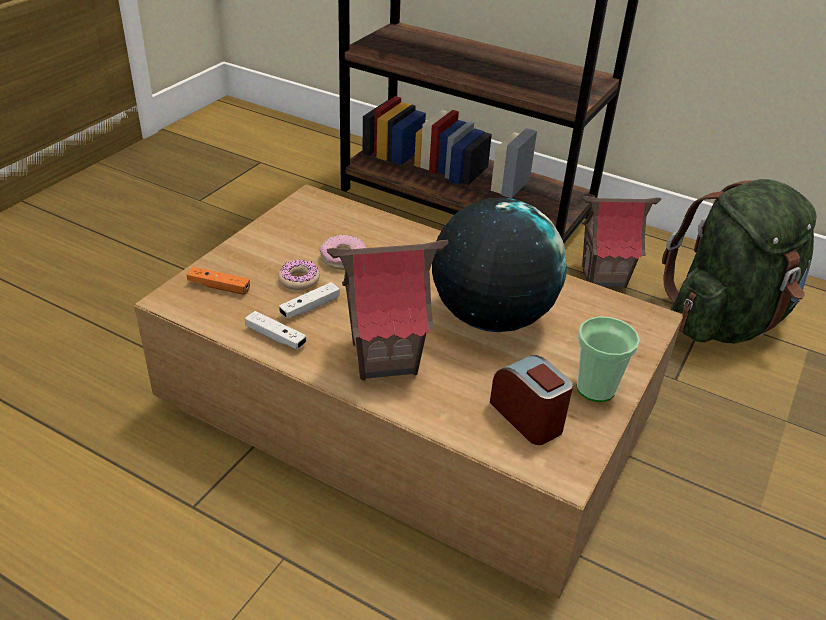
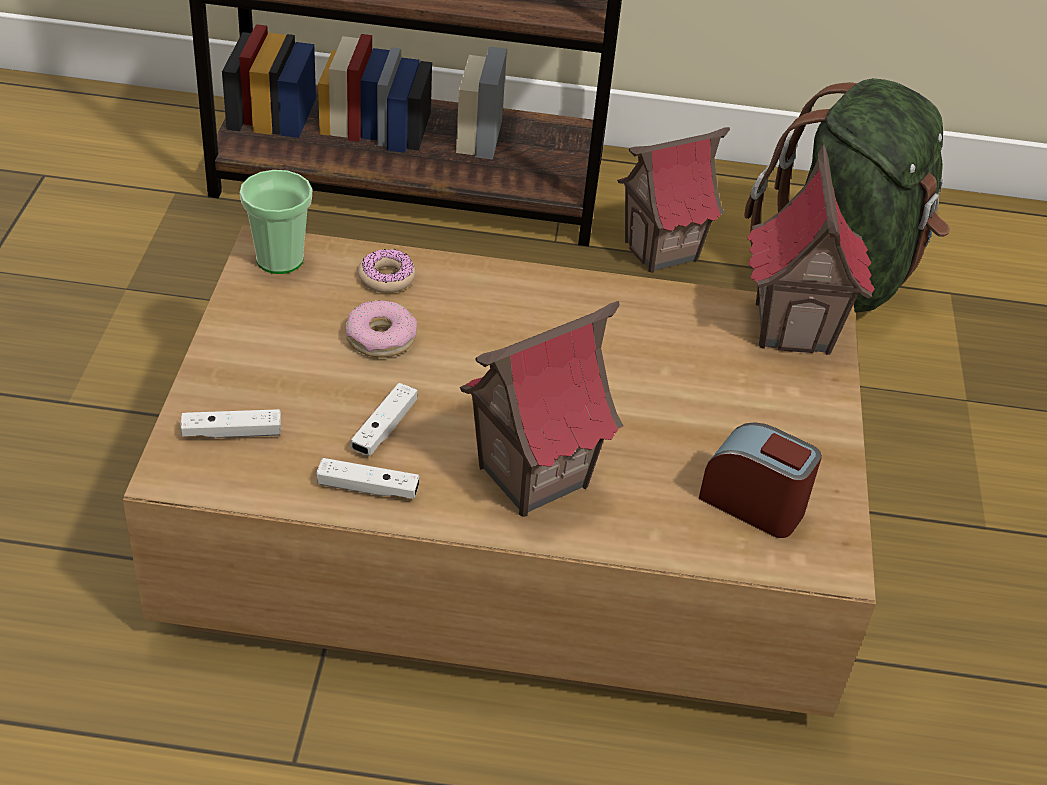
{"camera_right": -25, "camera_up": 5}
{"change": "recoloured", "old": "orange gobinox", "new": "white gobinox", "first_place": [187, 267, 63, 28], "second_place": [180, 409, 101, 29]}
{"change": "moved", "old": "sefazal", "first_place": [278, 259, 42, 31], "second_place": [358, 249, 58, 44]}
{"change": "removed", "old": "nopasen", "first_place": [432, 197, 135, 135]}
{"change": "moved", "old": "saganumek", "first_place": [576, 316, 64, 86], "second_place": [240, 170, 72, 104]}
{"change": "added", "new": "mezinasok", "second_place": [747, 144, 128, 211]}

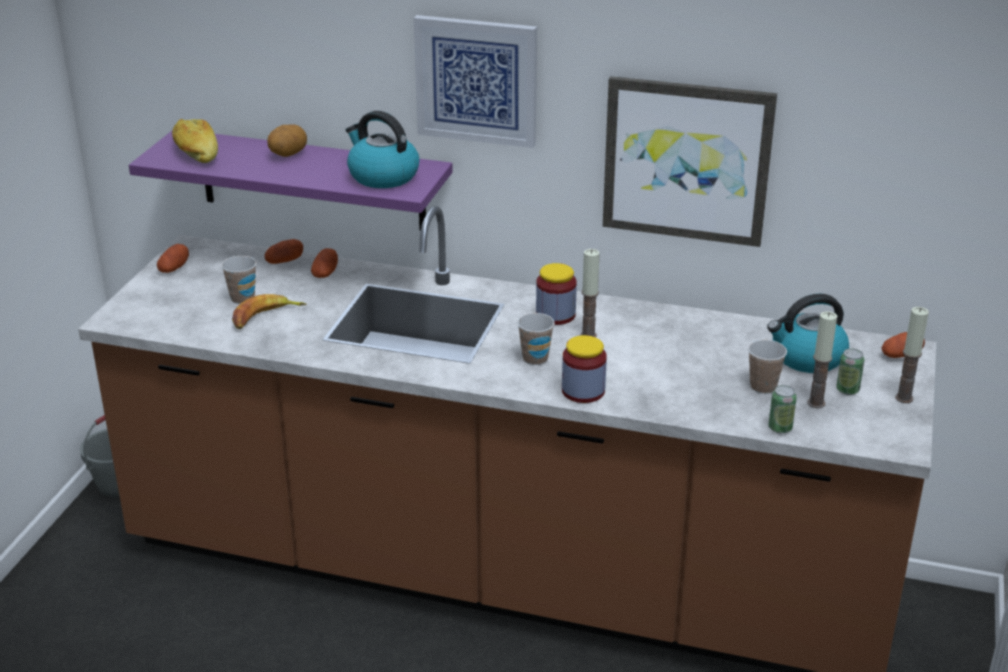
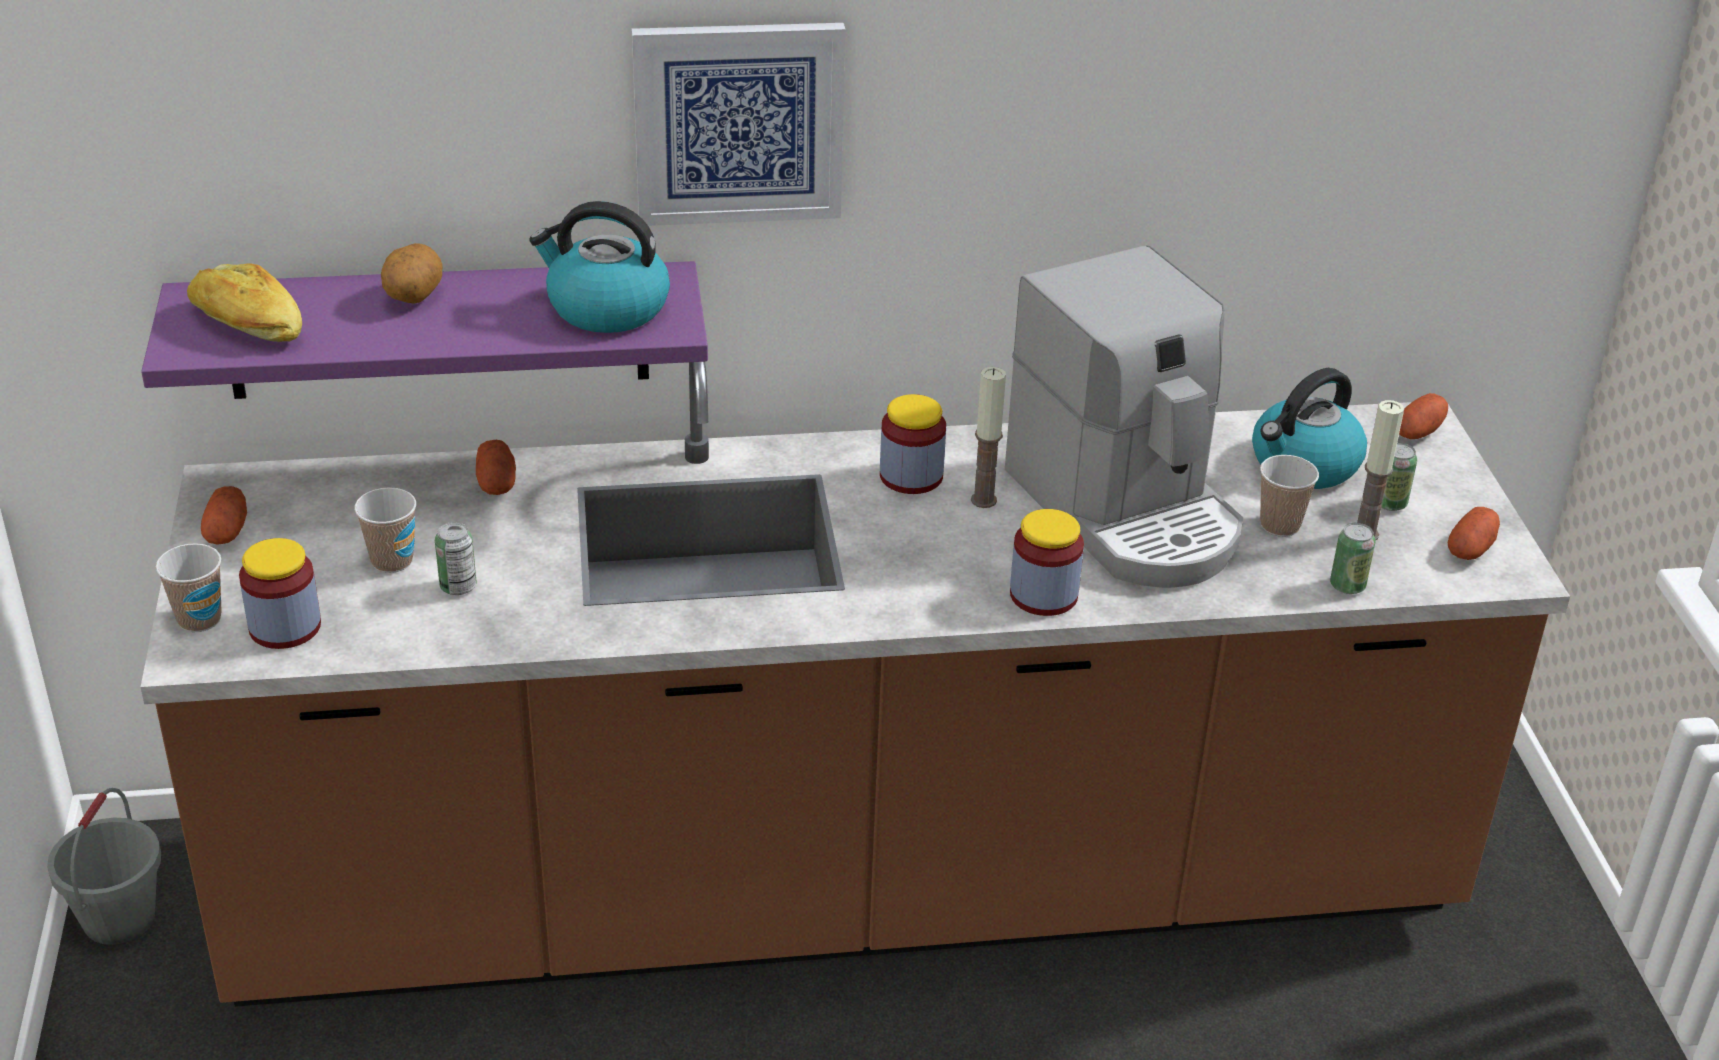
{"camera_right": -25, "camera_up": 5}
{"change": "replaced", "old": "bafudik", "new": "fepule", "first_place": [232, 294, 74, 35], "second_place": [435, 522, 42, 73]}
{"change": "moved", "old": "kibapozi", "first_place": [265, 239, 38, 25], "second_place": [1448, 507, 52, 53]}
{"change": "moved", "old": "saganumek", "first_place": [517, 313, 38, 52], "second_place": [156, 543, 65, 89]}
{"change": "removed", "old": "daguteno", "first_place": [603, 76, 174, 171]}
{"change": "removed", "old": "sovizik", "first_place": [895, 307, 34, 96]}
{"change": "added", "new": "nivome", "second_place": [239, 538, 82, 111]}
{"change": "added", "new": "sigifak", "second_place": [1005, 245, 238, 343]}

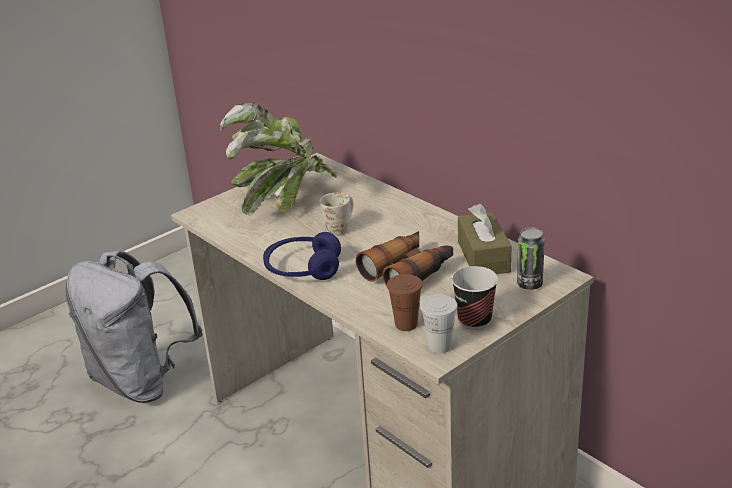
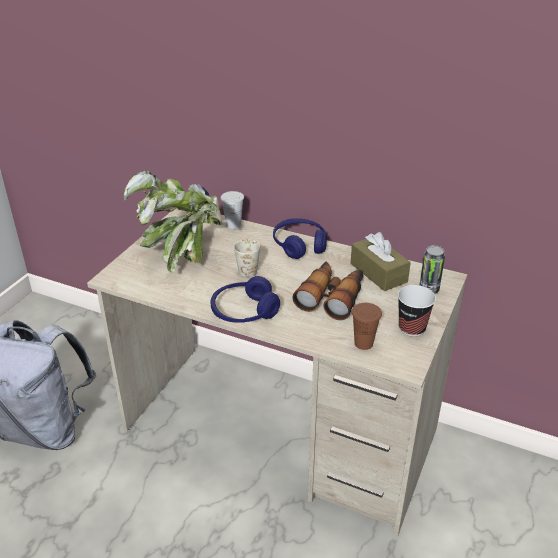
{"camera_right": -25, "camera_up": 5}
{"change": "moved", "old": "white saganumek", "first_place": [420, 294, 38, 60], "second_place": [221, 191, 23, 38]}
{"change": "added", "new": "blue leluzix", "second_place": [273, 218, 54, 41]}

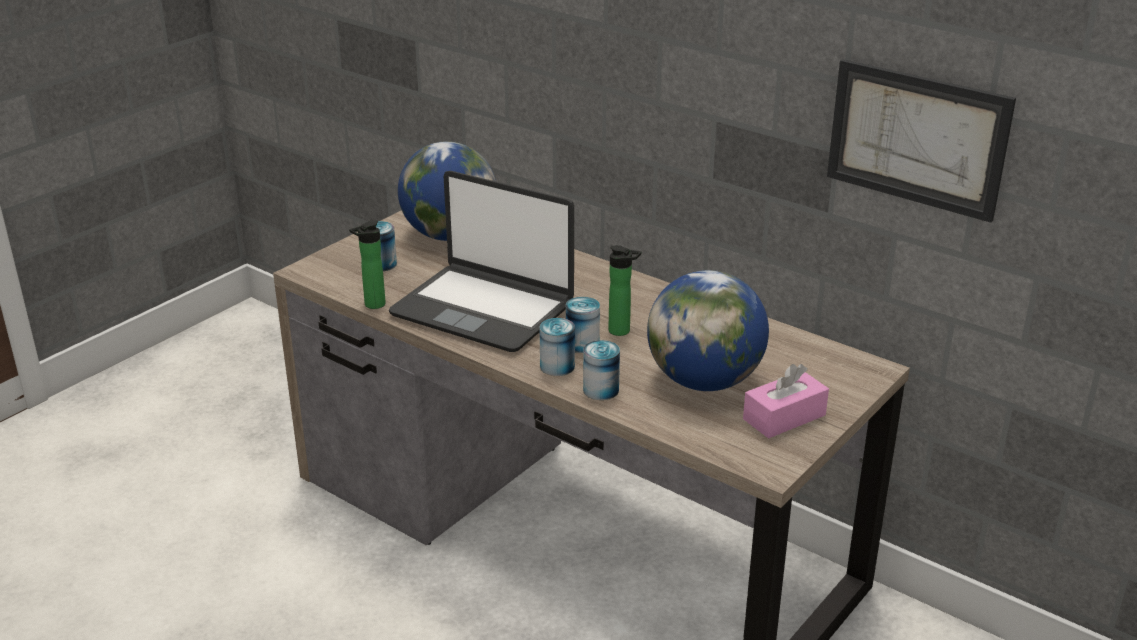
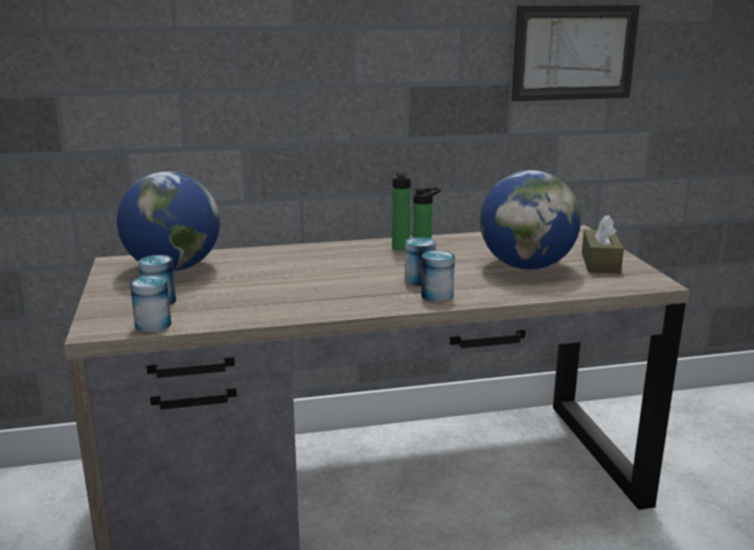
{"camera_right": -50, "camera_up": -10}
{"change": "moved", "old": "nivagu", "first_place": [349, 220, 37, 89], "second_place": [392, 172, 19, 78]}
{"change": "removed", "old": "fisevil", "first_place": [389, 171, 185, 181]}
{"change": "moved", "old": "fepule", "first_place": [583, 340, 37, 60], "second_place": [130, 275, 41, 58]}
{"change": "recoloured", "old": "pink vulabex", "new": "brown vulabex", "first_place": [743, 364, 86, 75], "second_place": [582, 215, 42, 58]}

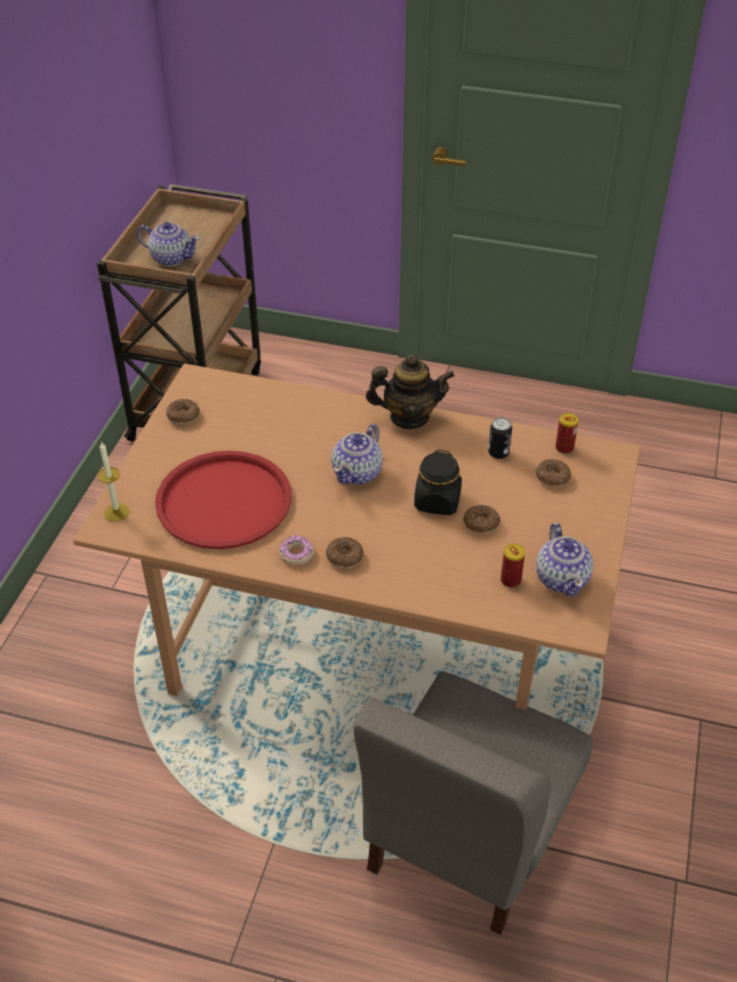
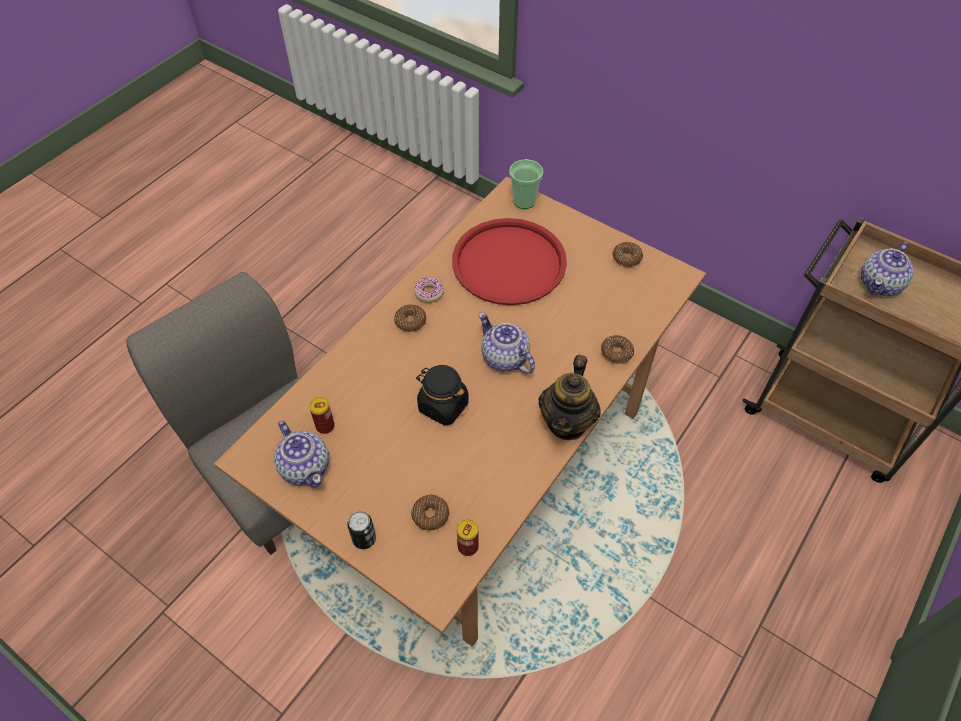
{"camera_right": 110, "camera_up": 10}
{"change": "replaced", "old": "sovizik", "new": "saganumek", "first_place": [97, 441, 33, 81], "second_place": [509, 159, 34, 50]}
{"change": "moved", "old": "sefazal", "first_place": [463, 505, 37, 29], "second_place": [601, 335, 33, 29]}
{"change": "moved", "old": "fepule", "first_place": [488, 417, 24, 42], "second_place": [347, 511, 29, 38]}
{"change": "turned", "old": "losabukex", "first_place": [536, 523, 57, 74], "second_place": [274, 421, 55, 67], "degrees": -135}

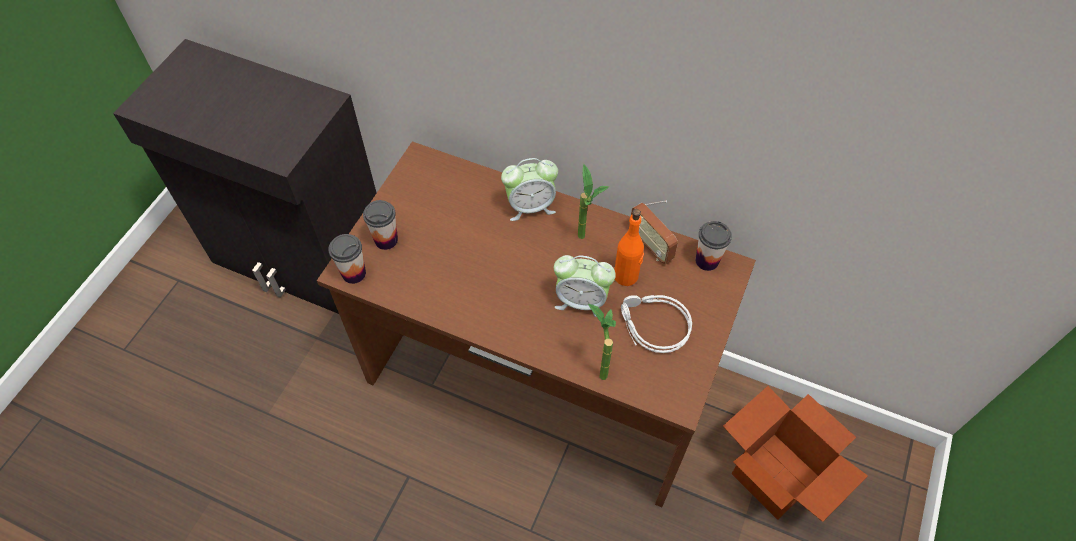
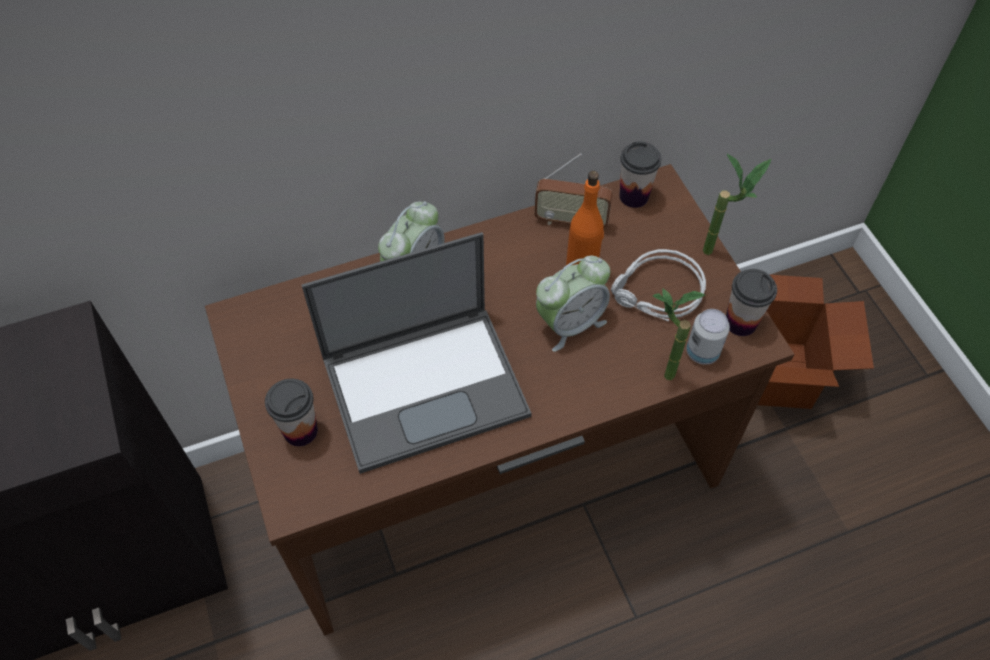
{"camera_right": -45, "camera_up": 0}
{"change": "moved", "old": "saganumek", "first_place": [328, 234, 38, 50], "second_place": [726, 269, 51, 67]}
{"change": "moved", "old": "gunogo", "first_place": [578, 164, 31, 75], "second_place": [703, 154, 68, 101]}
{"change": "added", "new": "fisevil", "second_place": [302, 232, 229, 242]}
{"change": "added", "new": "fepule", "second_place": [686, 309, 44, 56]}

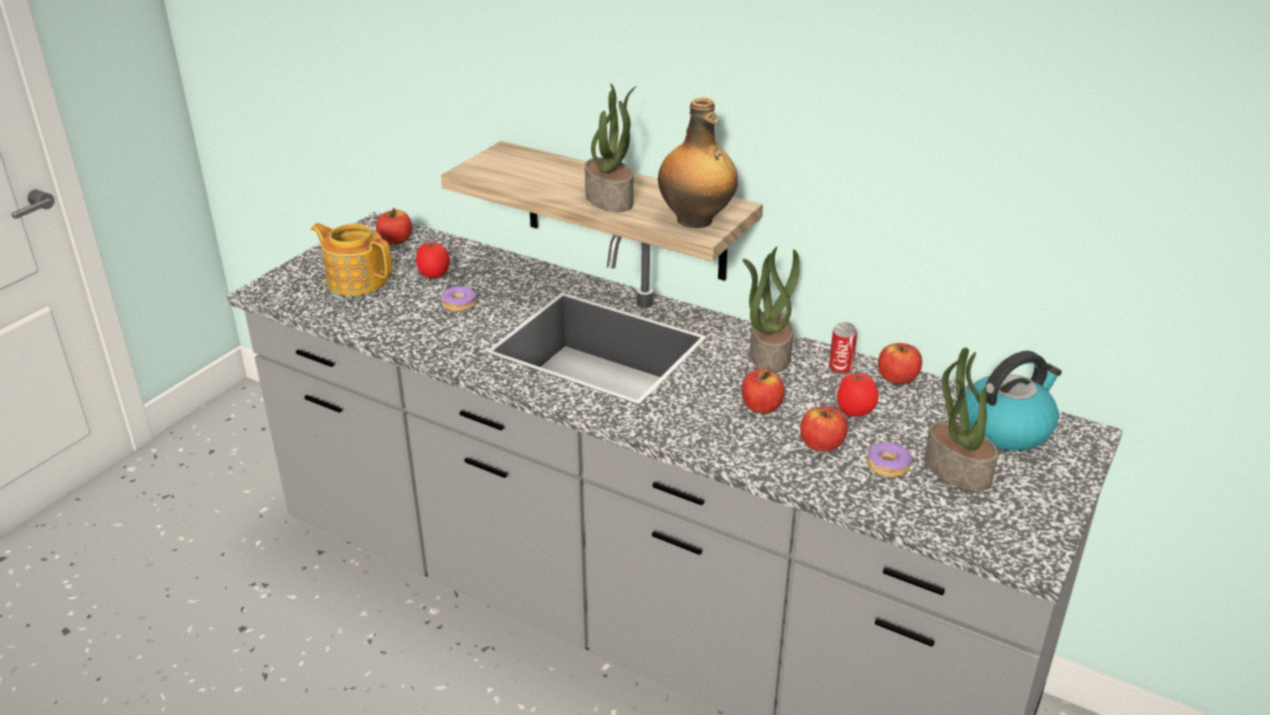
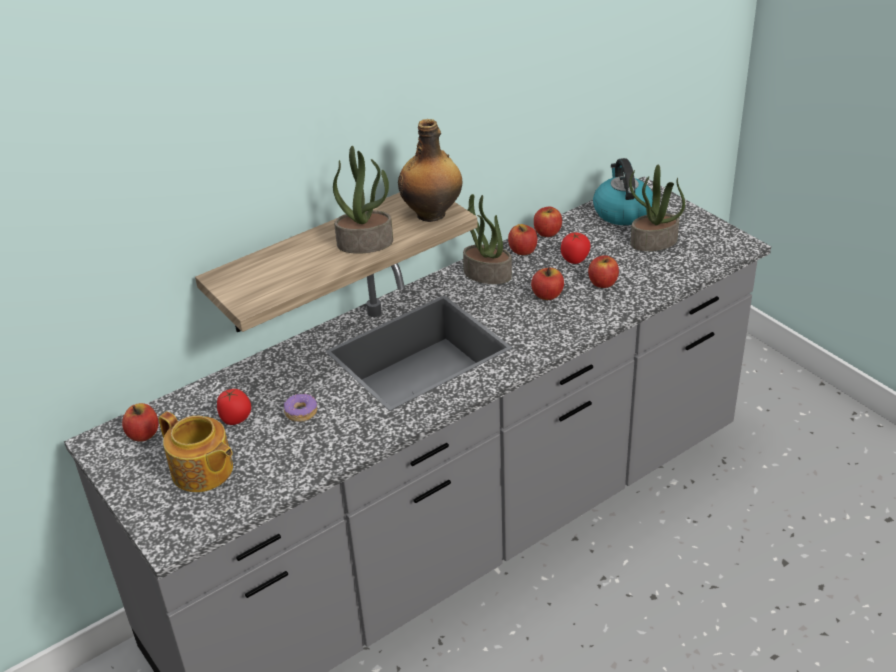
{"camera_right": -65, "camera_up": 5}
{"change": "turned", "old": "losabukex", "first_place": [311, 223, 81, 73], "second_place": [159, 411, 74, 81], "degrees": -105}
{"change": "replaced", "old": "fepule", "new": "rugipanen", "first_place": [829, 322, 28, 53], "second_place": [508, 224, 29, 31]}
{"change": "removed", "old": "sefazal", "first_place": [867, 442, 45, 36]}

